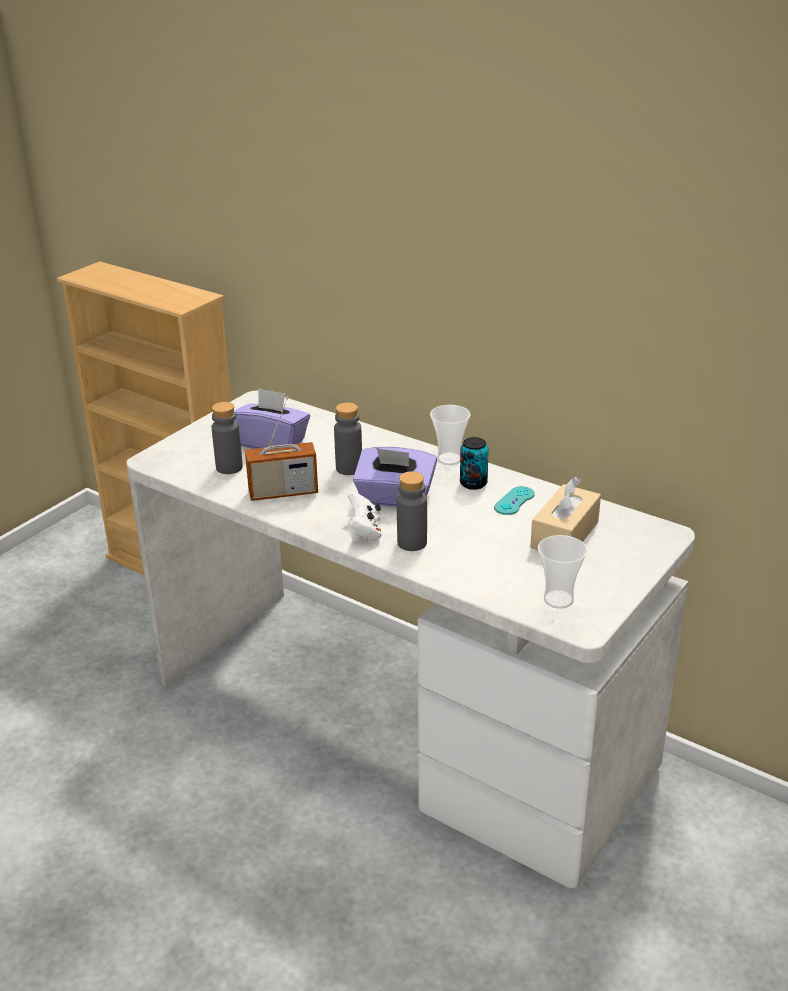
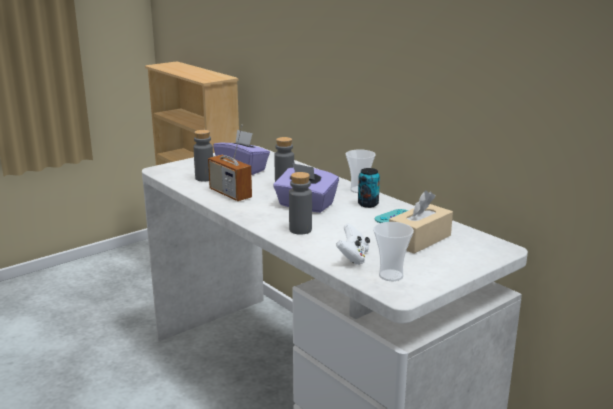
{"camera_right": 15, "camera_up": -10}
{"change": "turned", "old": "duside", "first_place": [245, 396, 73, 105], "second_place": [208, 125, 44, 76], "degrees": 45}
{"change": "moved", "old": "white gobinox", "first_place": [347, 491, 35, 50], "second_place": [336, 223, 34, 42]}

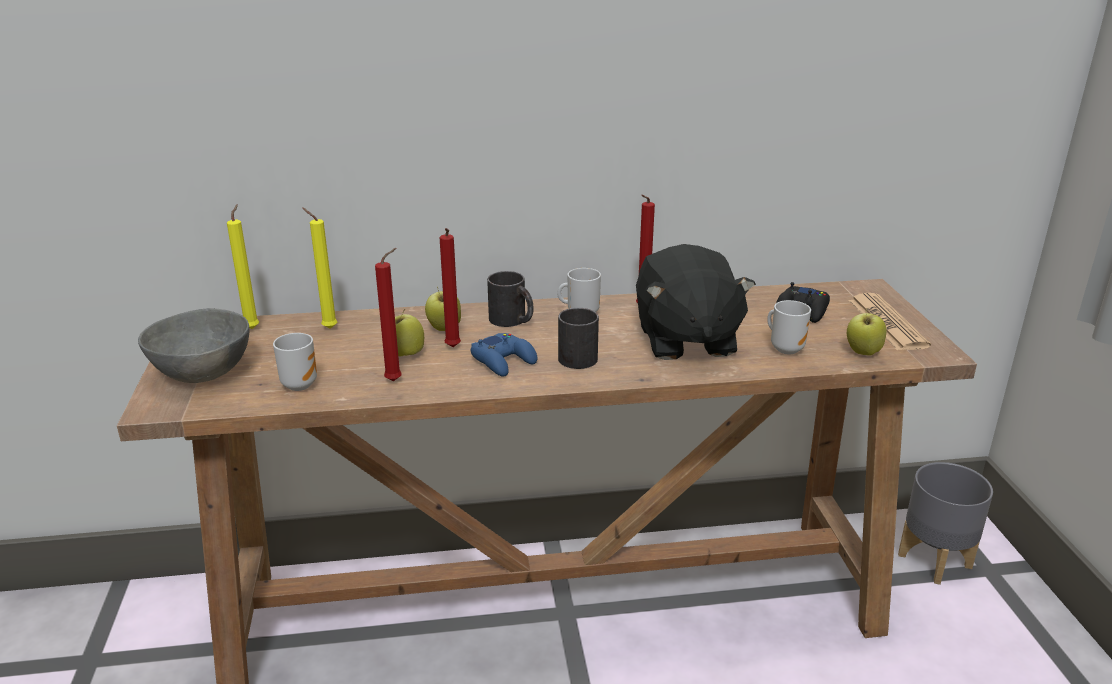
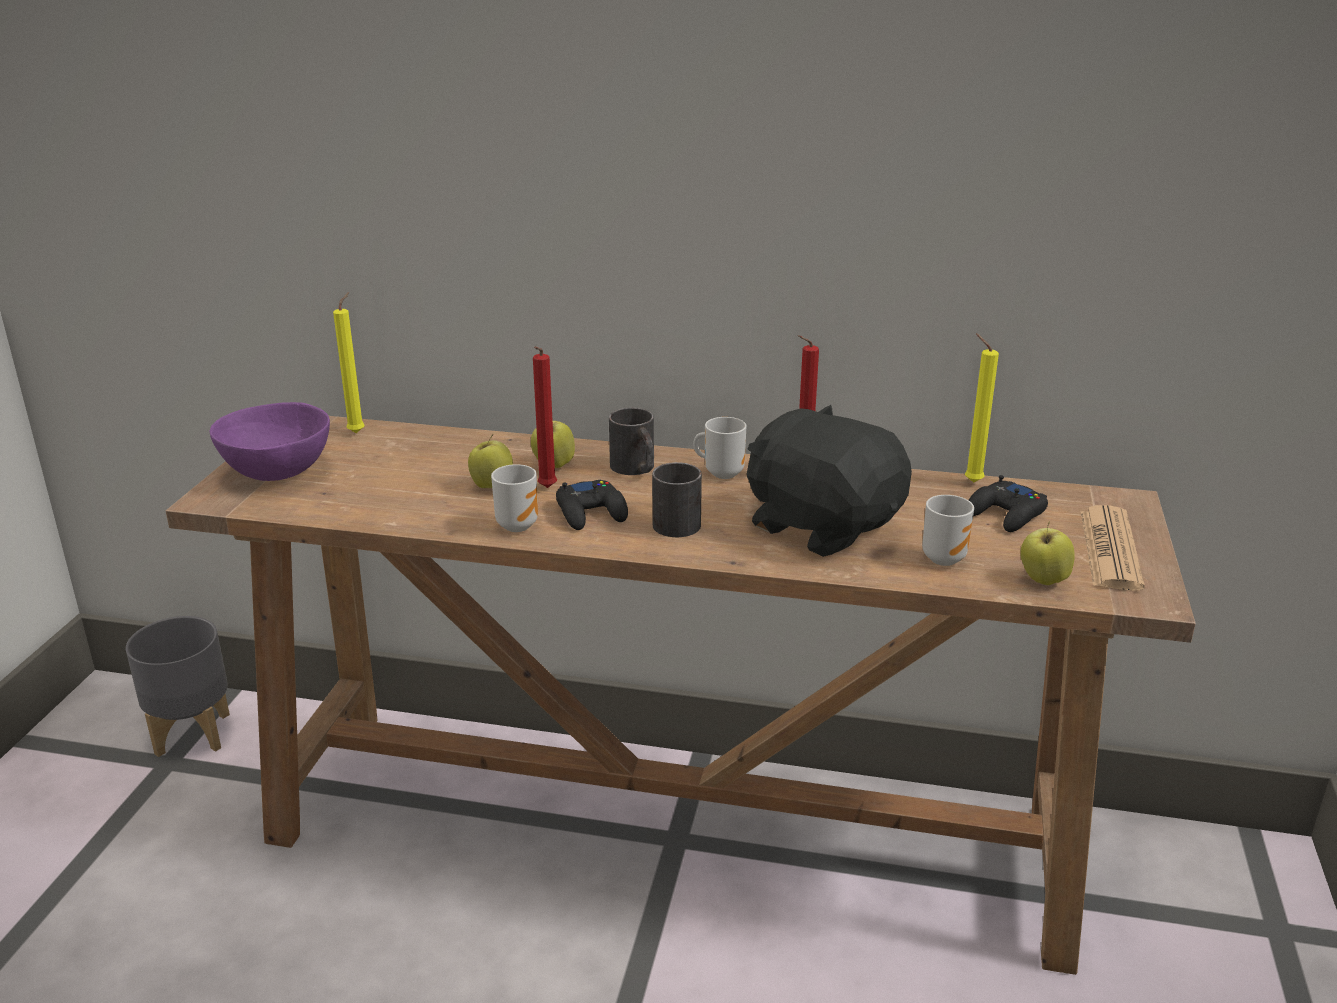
{"camera_right": 20, "camera_up": 0}
{"change": "recoloured", "old": "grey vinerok", "new": "purple vinerok", "first_place": [138, 308, 111, 75], "second_place": [210, 402, 120, 79]}
{"change": "moved", "old": "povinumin", "first_place": [273, 333, 44, 58], "second_place": [491, 464, 47, 68]}
{"change": "moved", "old": "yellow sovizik", "first_place": [302, 207, 35, 122], "second_place": [965, 333, 34, 150]}
{"change": "removed", "old": "red sovizik", "first_place": [375, 248, 27, 133]}
{"change": "recoloured", "old": "blue gobinox", "new": "black gobinox", "first_place": [471, 333, 66, 44], "second_place": [556, 480, 72, 50]}
{"change": "turned", "old": "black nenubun", "first_place": [636, 244, 120, 116], "second_place": [746, 405, 166, 152], "degrees": 120}
{"change": "moved", "old": "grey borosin", "first_place": [898, 462, 95, 123], "second_place": [126, 616, 104, 141]}

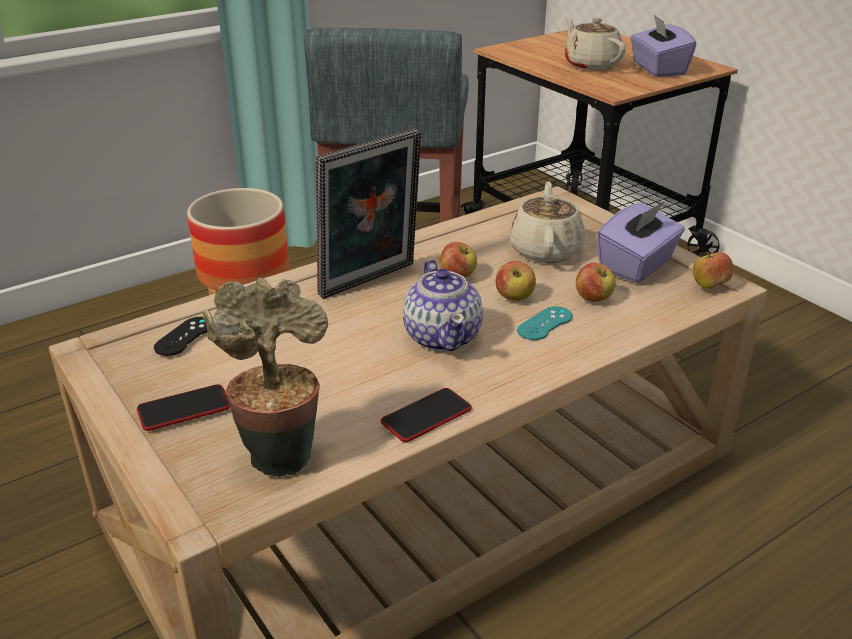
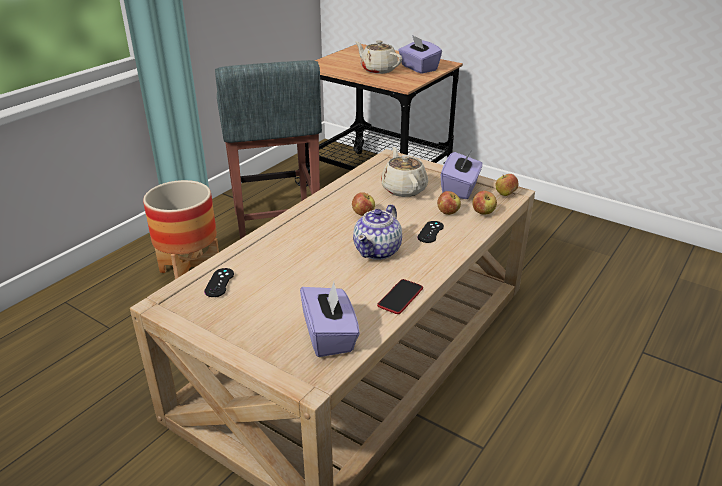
{"camera_right": -20, "camera_up": 0}
{"change": "removed", "old": "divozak", "first_place": [137, 384, 93, 47]}
{"change": "replaced", "old": "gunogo", "new": "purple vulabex", "first_place": [202, 278, 126, 198], "second_place": [300, 282, 60, 75]}
{"change": "removed", "old": "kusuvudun", "first_place": [316, 128, 105, 171]}
{"change": "turned", "old": "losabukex", "first_place": [403, 260, 80, 91], "second_place": [353, 204, 49, 56], "degrees": 60}
{"change": "moved", "old": "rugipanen", "first_place": [496, 261, 40, 40], "second_place": [472, 191, 25, 23]}
{"change": "recoloured", "old": "turquoise gobinox", "new": "black gobinox", "first_place": [517, 306, 56, 34], "second_place": [417, 221, 27, 22]}

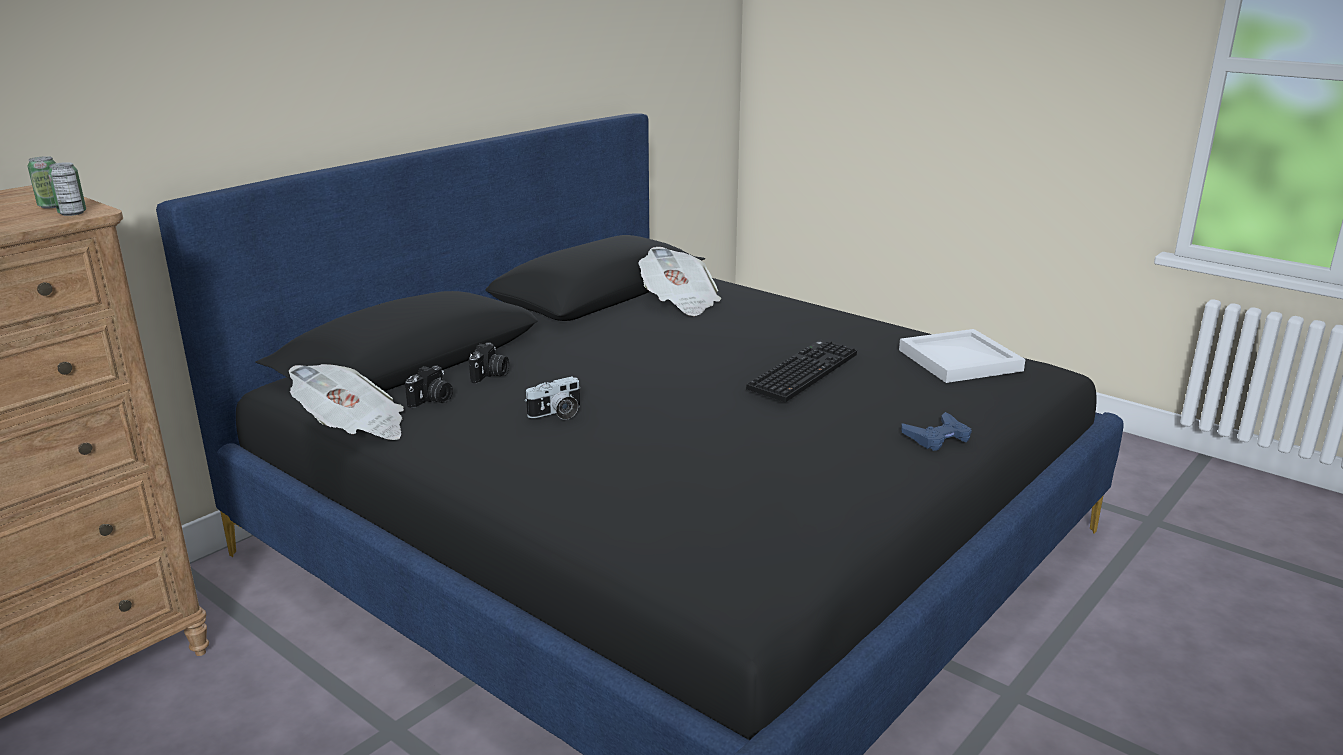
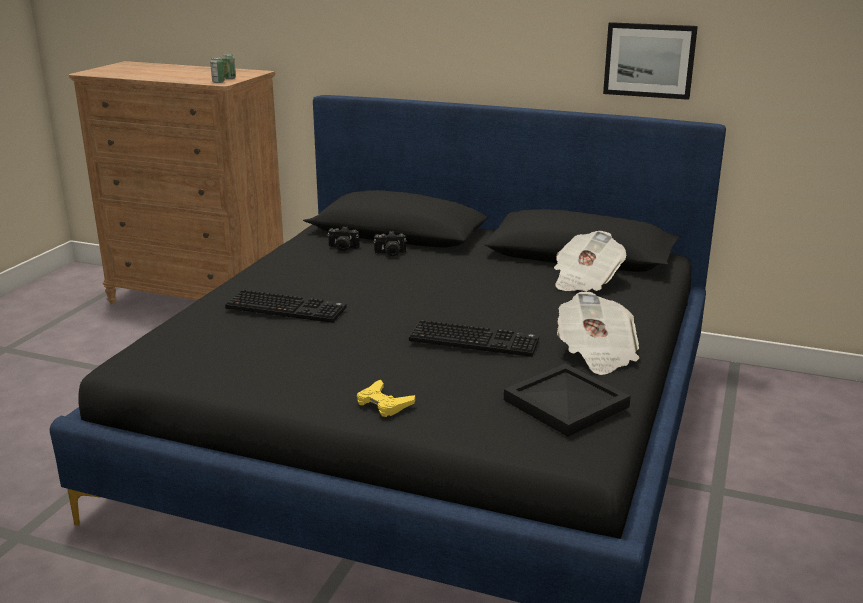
{"camera_right": 70, "camera_up": 0}
{"change": "moved", "old": "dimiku", "first_place": [289, 364, 115, 76], "second_place": [557, 292, 82, 83]}
{"change": "removed", "old": "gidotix", "first_place": [525, 376, 56, 44]}
{"change": "recoloured", "old": "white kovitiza", "new": "black kovitiza", "first_place": [899, 329, 127, 54], "second_place": [504, 364, 127, 73]}
{"change": "recoloured", "old": "blue gobinox", "new": "yellow gobinox", "first_place": [901, 412, 71, 39], "second_place": [357, 380, 58, 37]}
{"change": "added", "new": "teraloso", "second_place": [225, 289, 122, 34]}
{"change": "added", "new": "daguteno", "second_place": [603, 22, 95, 78]}

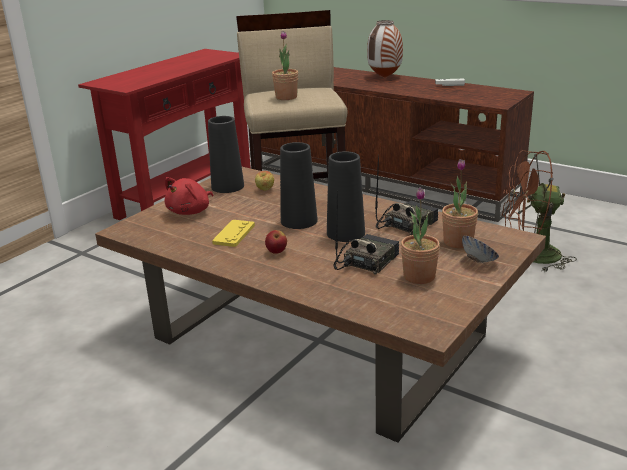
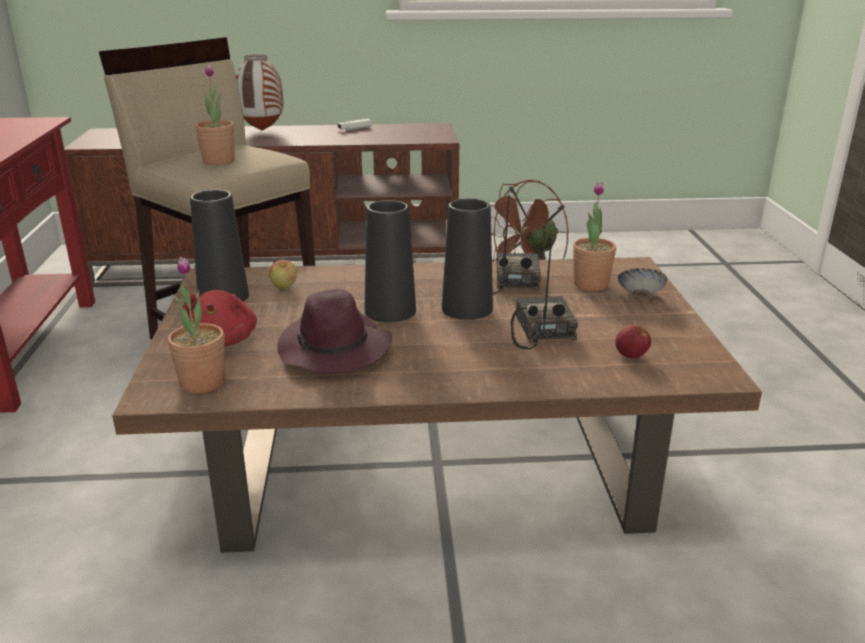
{"camera_right": -40, "camera_up": 0}
{"change": "replaced", "old": "yellow gobinox", "new": "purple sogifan", "first_place": [212, 220, 43, 27], "second_place": [277, 289, 115, 84]}
{"change": "moved", "old": "rugipanen", "first_place": [265, 230, 22, 24], "second_place": [615, 324, 36, 34]}
{"change": "moved", "old": "gunogo", "first_place": [401, 187, 39, 97], "second_place": [168, 257, 57, 136]}

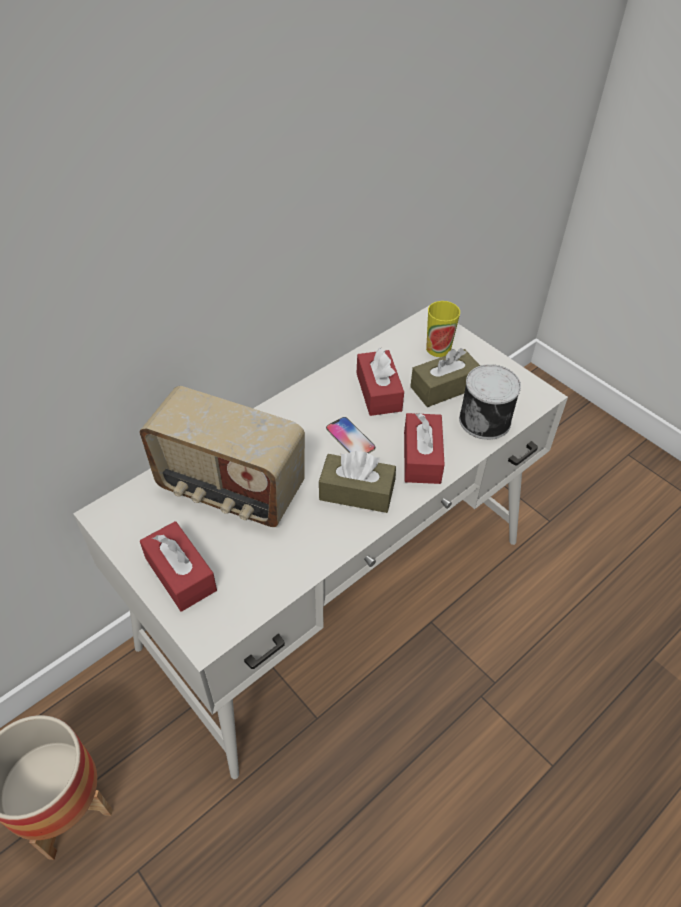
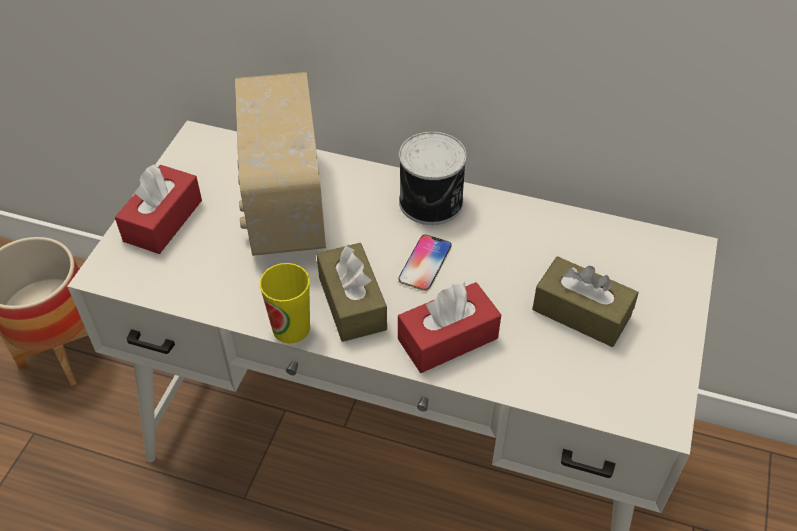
{"camera_right": 60, "camera_up": 0}
{"change": "removed", "old": "red vulabex", "first_place": [357, 348, 47, 68]}
{"change": "moved", "old": "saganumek", "first_place": [426, 301, 34, 56], "second_place": [260, 263, 50, 81]}
{"change": "moved", "old": "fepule", "first_place": [459, 364, 62, 76], "second_place": [399, 132, 68, 93]}

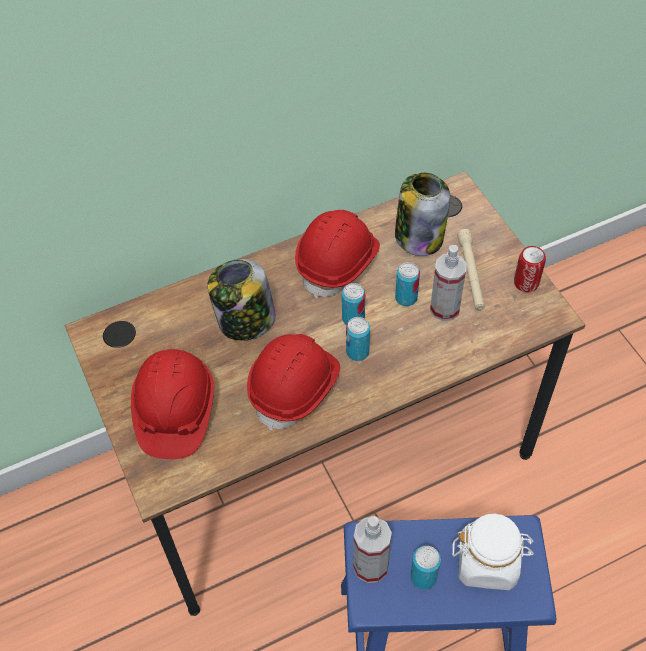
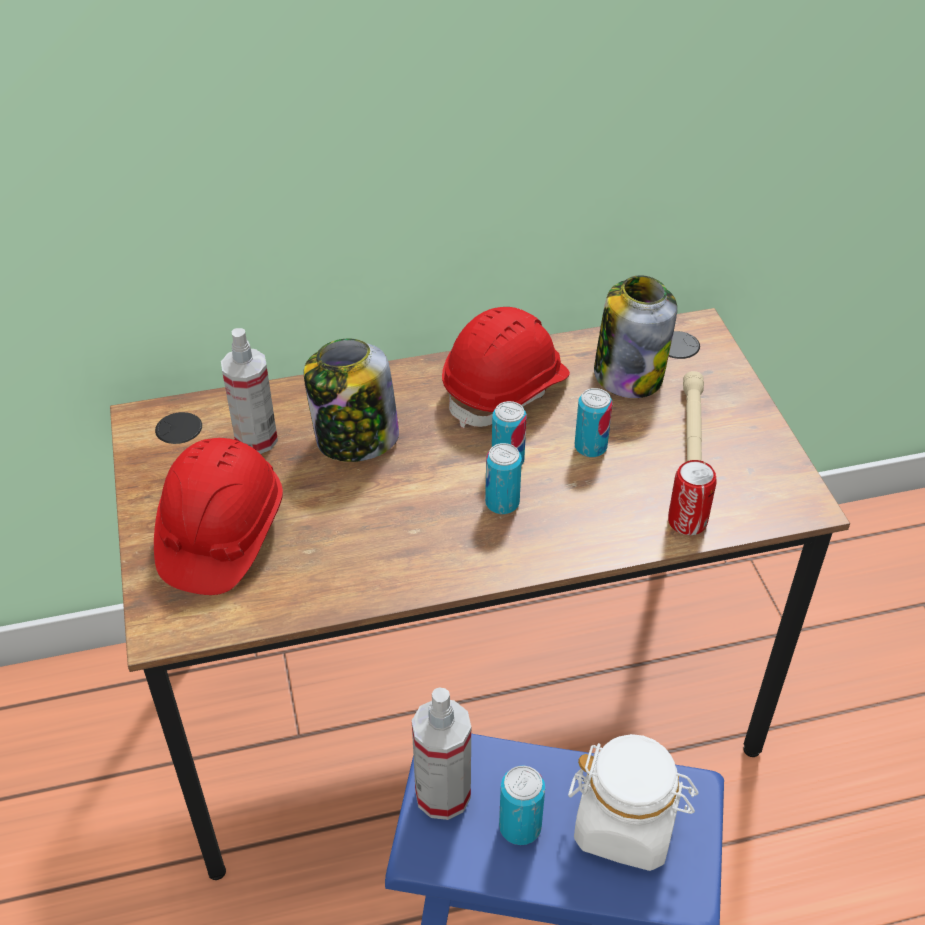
{"camera_right": 10, "camera_up": -10}
{"change": "removed", "old": "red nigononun", "first_place": [247, 334, 93, 97]}
{"change": "moved", "old": "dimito", "first_place": [430, 245, 37, 76], "second_place": [221, 328, 57, 126]}
{"change": "moved", "old": "fepule", "first_place": [514, 246, 32, 46], "second_place": [668, 460, 49, 75]}

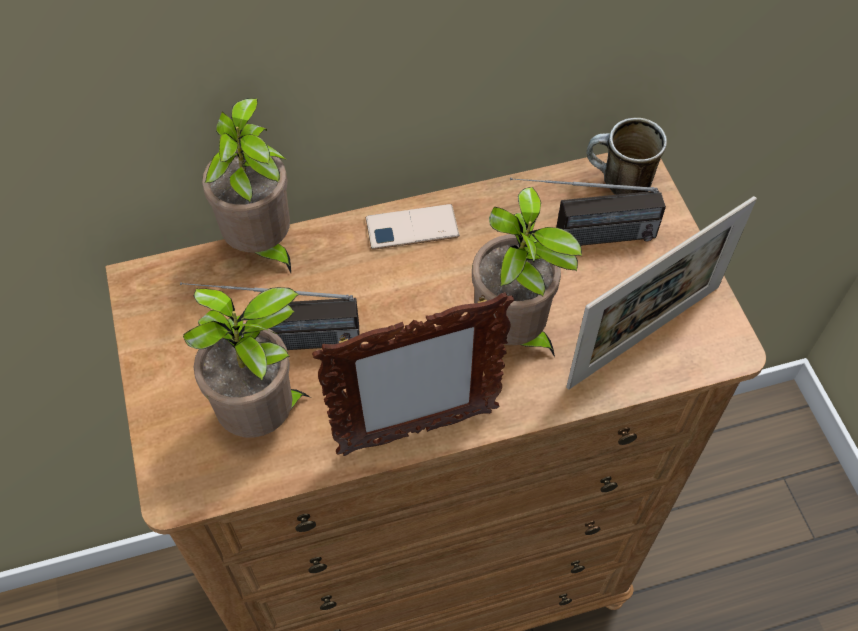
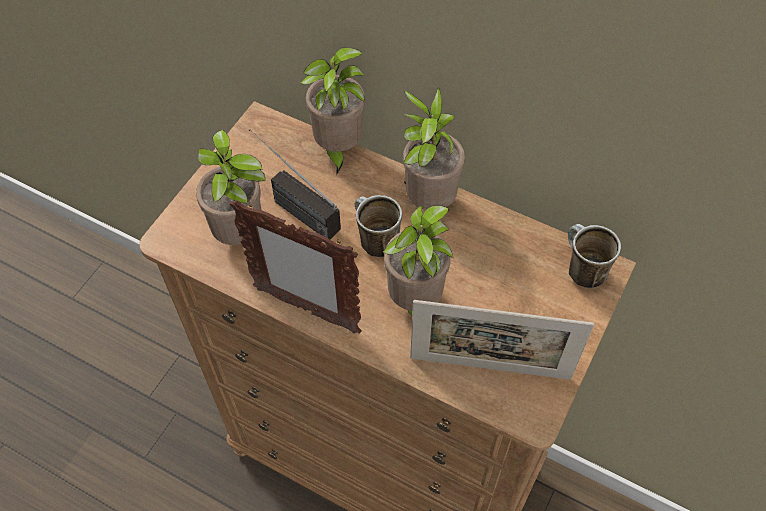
{"camera_right": 45, "camera_up": 0}
{"change": "replaced", "old": "divozak", "new": "gunogo", "first_place": [366, 204, 94, 46], "second_place": [403, 88, 62, 122]}
{"change": "removed", "old": "duside", "first_place": [510, 178, 156, 68]}
{"change": "added", "new": "povinumin", "second_place": [355, 195, 47, 62]}

